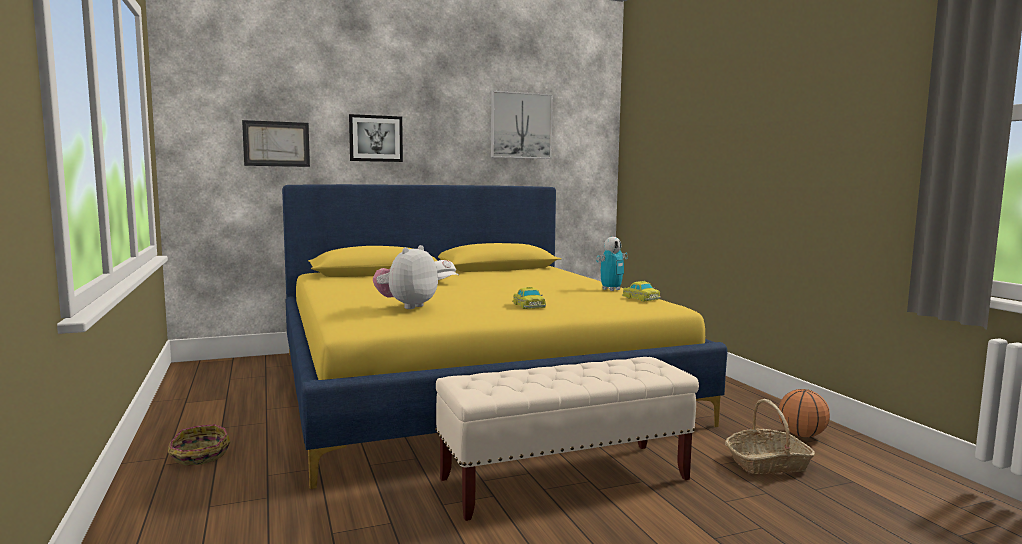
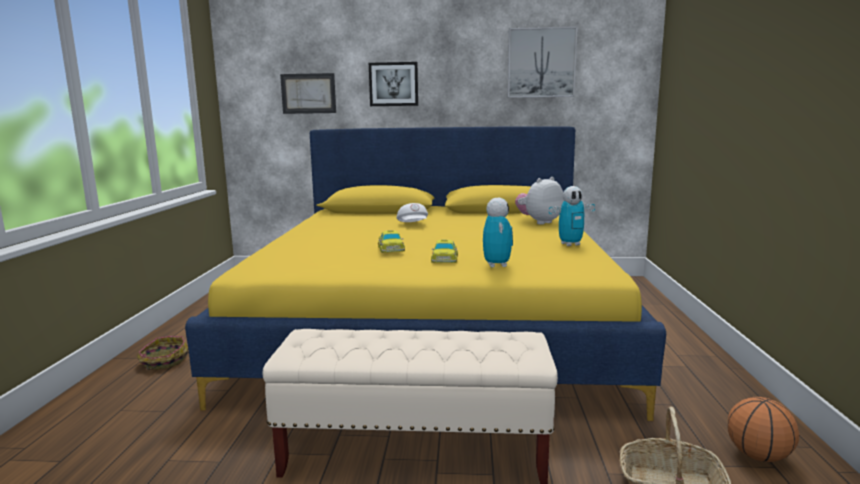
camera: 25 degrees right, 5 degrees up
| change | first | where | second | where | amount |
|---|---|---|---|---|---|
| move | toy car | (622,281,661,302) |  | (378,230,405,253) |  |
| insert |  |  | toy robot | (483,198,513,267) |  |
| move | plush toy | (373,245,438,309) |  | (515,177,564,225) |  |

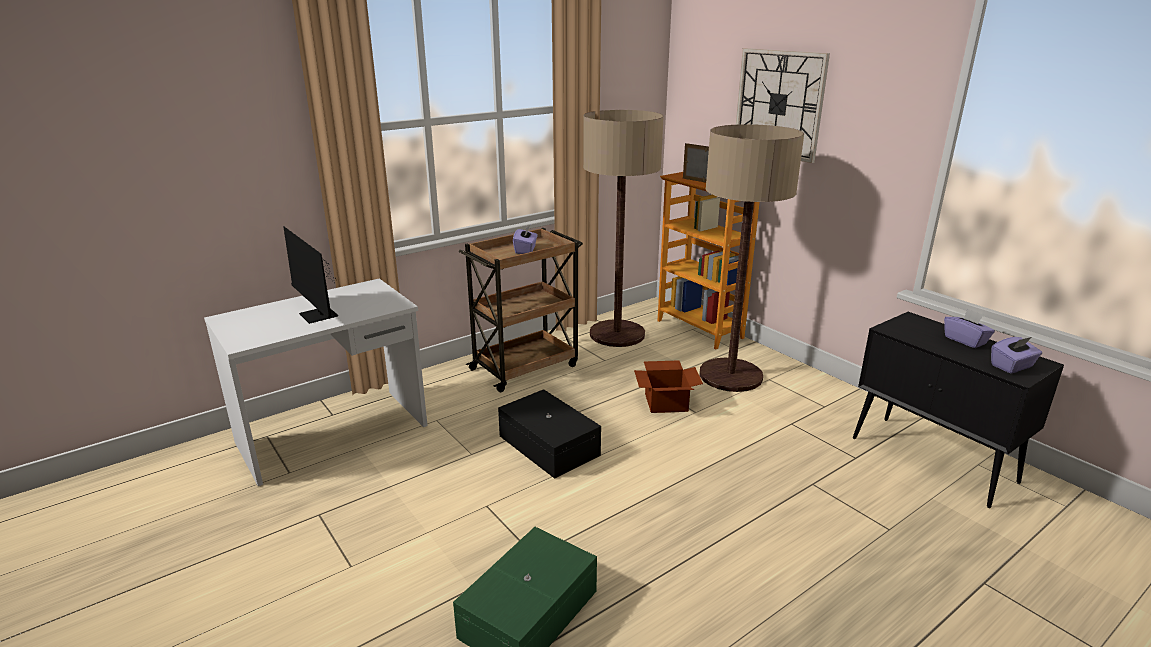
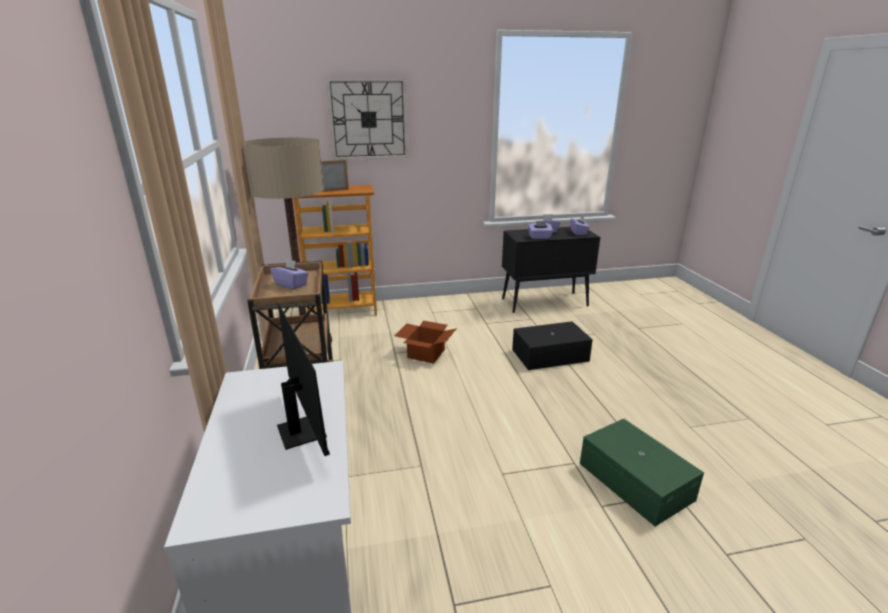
camera: 65 degrees left, 0 degrees up
| change | first | where | second | where | amount |
|---|---|---|---|---|---|
| rotate | monitor | (283,226,338,324) |  | (274,298,330,456) | 105 degrees counterclockwise |
| move | storage box (black) | (498,389,601,479) |  | (512,321,593,370) |  |
| insert |  |  | tissue box (purple) | (528,221,553,239) |  |
| delete | floor lamp | (700,124,804,392) |  |  |  |

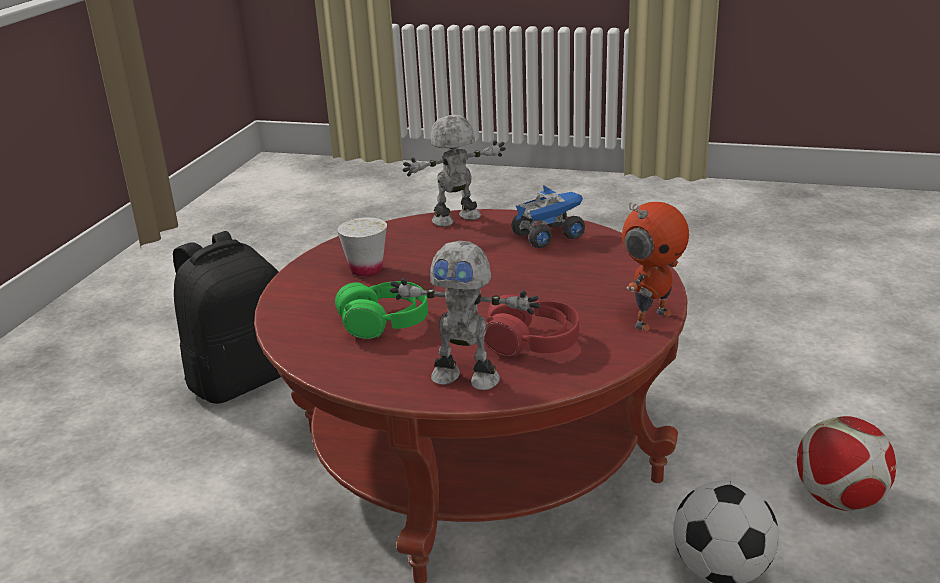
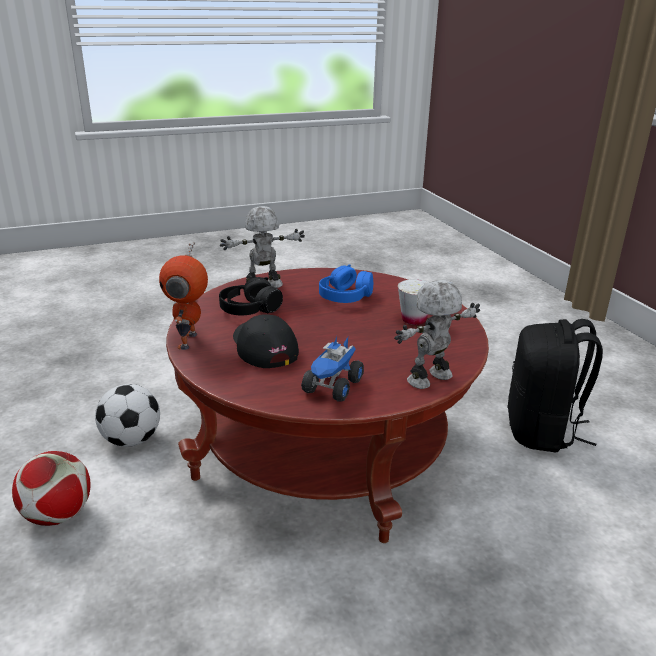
camera: 140 degrees right, 0 degrees up
| change | first | where | second | where | amount |
|---|---|---|---|---|---|
| recolor | headphones (red) | (484,295,579,357) | headphones (black) | (219,277,283,315) |  |
| insert |  |  | cap (black) | (233,314,299,368) |  |
| recolor | headphones (green) | (335,281,428,339) | headphones (blue) | (319,265,373,303) |  |
| rotate | toy robot | (403,115,506,227) |  | (394,280,480,389) | 150 degrees counterclockwise |

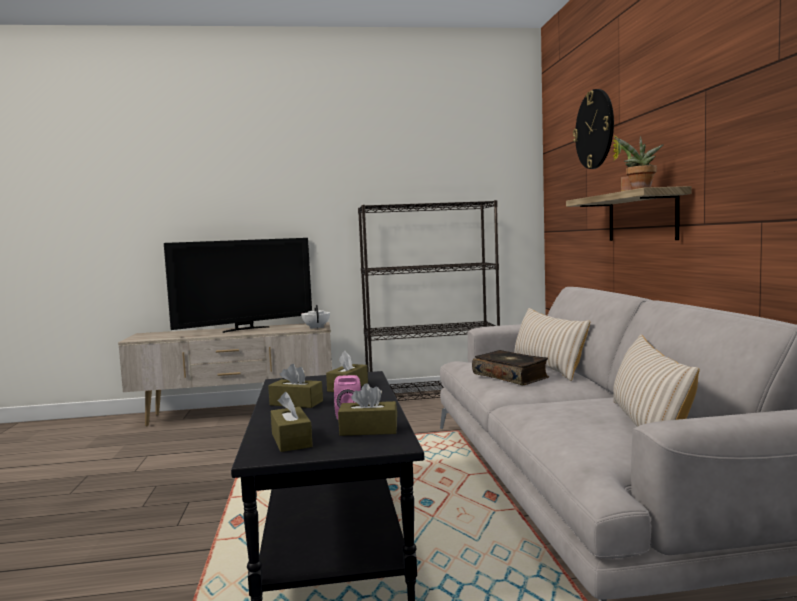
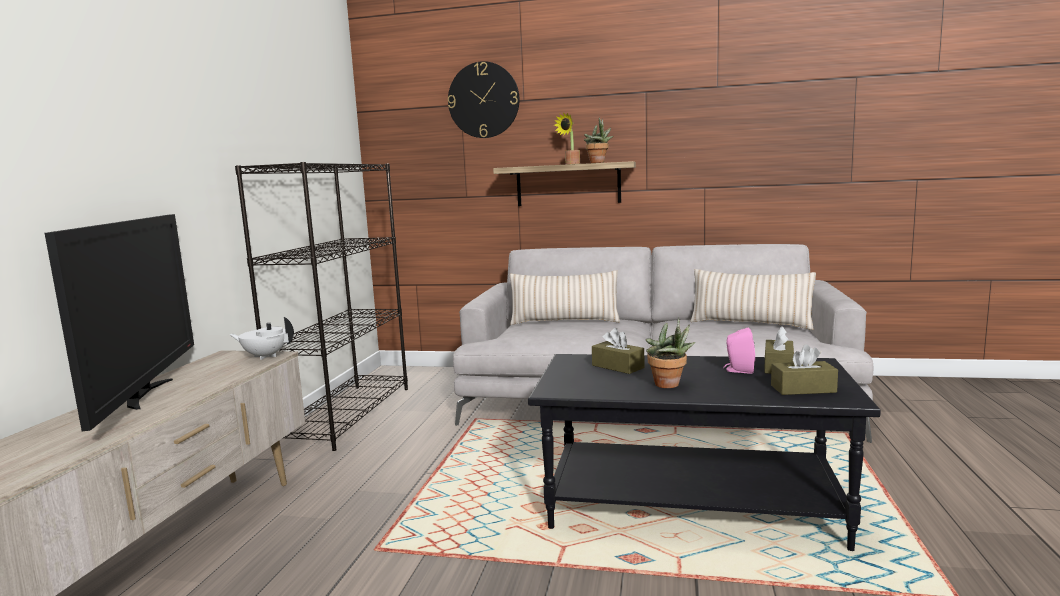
camera: 70 degrees left, 5 degrees up
| change | first | where | second | where | amount |
|---|---|---|---|---|---|
| replace | tissue box (brown) | (268,364,323,408) | potted plant | (646,318,695,388) |  |
| delete | book | (472,350,549,385) |  |  |  |

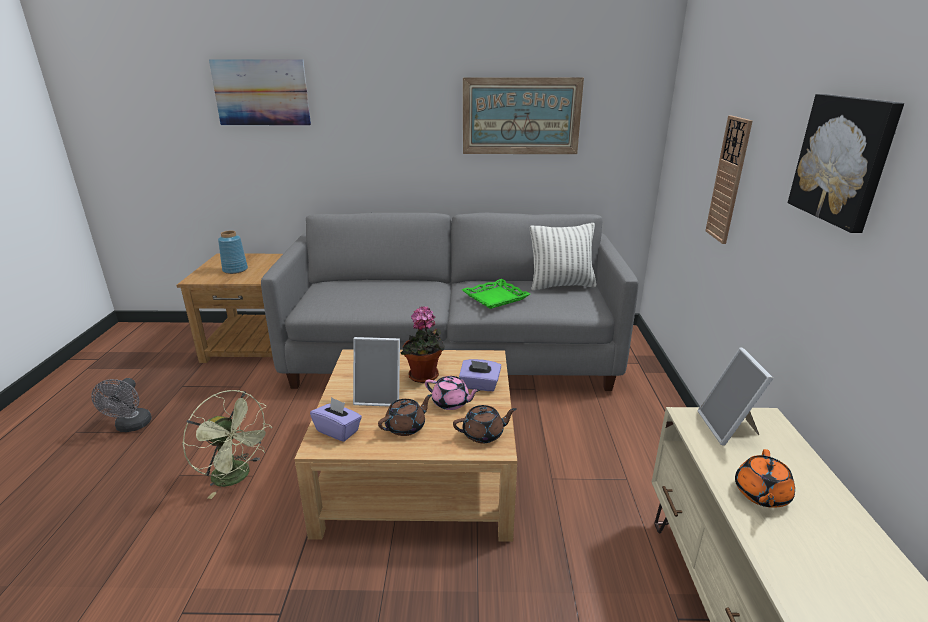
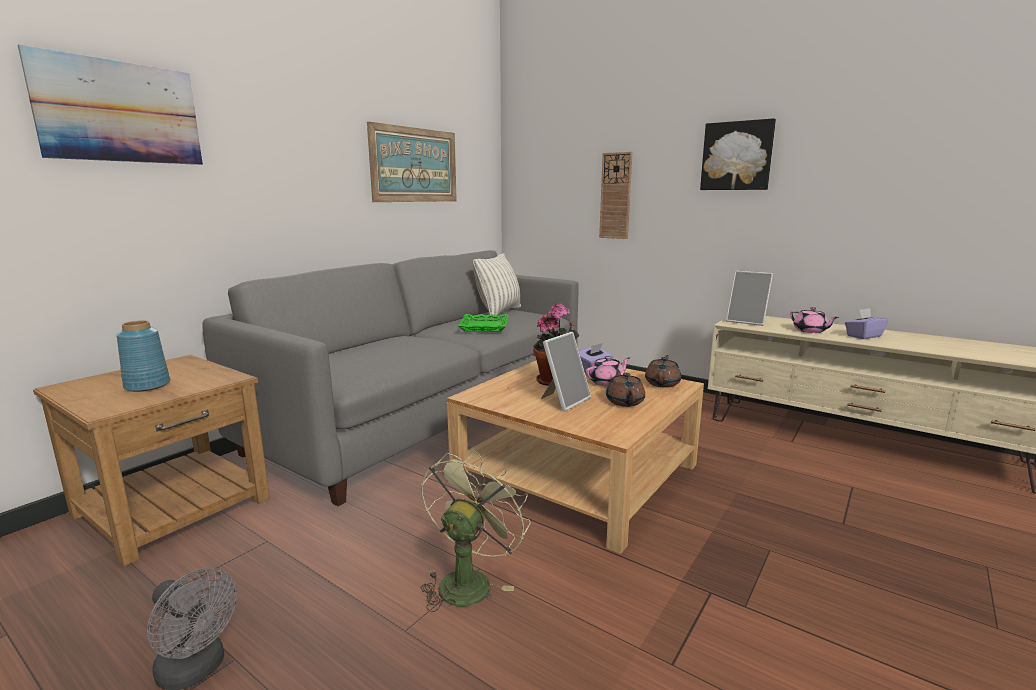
camera: 55 degrees left, 10 degrees down
| change | first | where | second | where | amount |
|---|---|---|---|---|---|
| rotate | fan (green) | (183,390,273,499) |  | (421,450,531,612) | 45 degrees counterclockwise |
| recolor | teapot (orange) | (735,449,795,508) | teapot (pink) | (790,307,839,333) |  |
| move | tissue box (purple) | (310,397,362,442) |  | (845,308,888,339) |  |

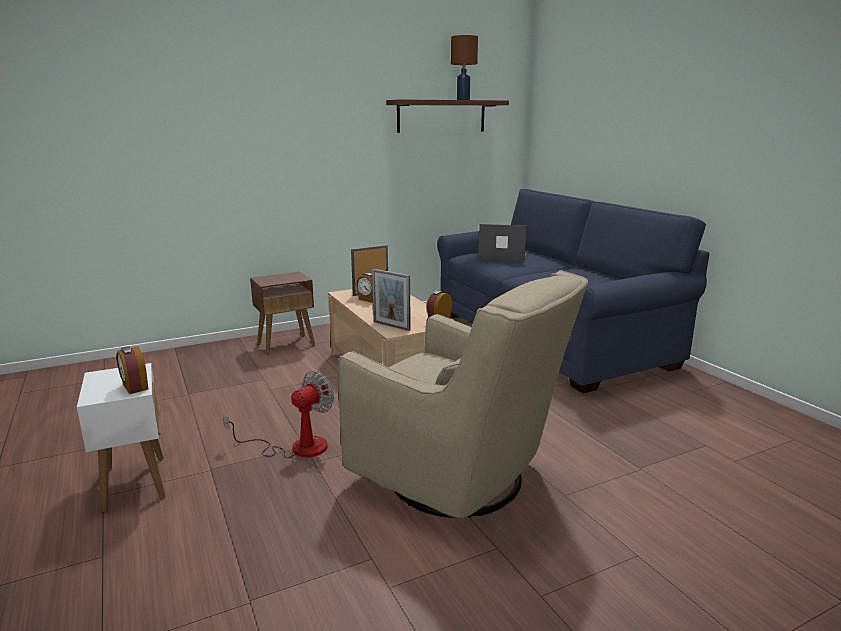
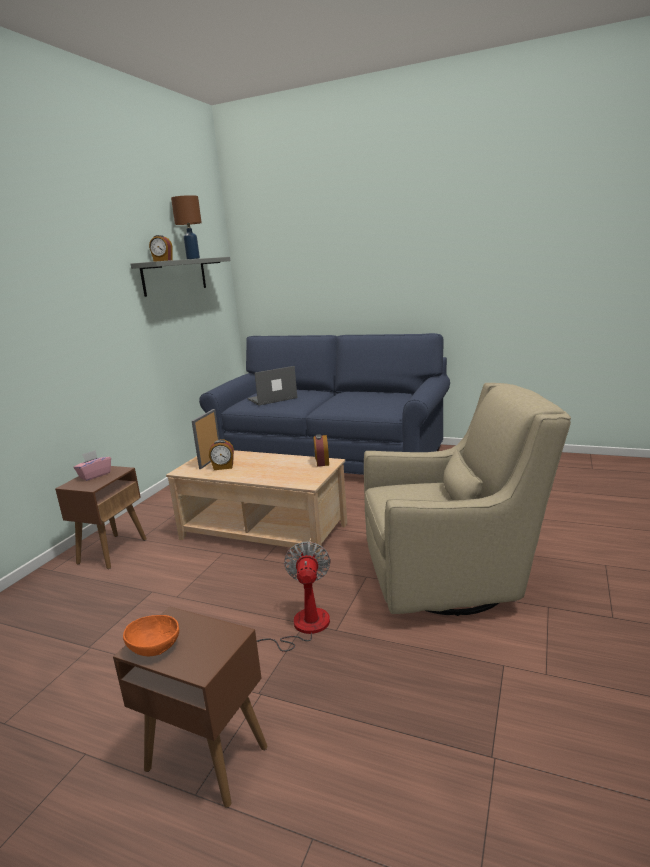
camera: 40 degrees left, 0 degrees up
| change | first | where | second | where | amount |
|---|---|---|---|---|---|
| insert |  |  | tissue box (pink) | (74,450,111,481) |  |
| recolor | side table (white) | (77,363,166,513) | side table (brown) | (113,607,268,808) |  |
| insert |  |  | bowl (orange) | (123,615,179,656) |  |
| recolor | shelf (brown) | (386,99,509,133) | shelf (grey) | (131,257,230,297) |  |
| move | alarm clock | (116,346,149,394) |  | (149,235,172,262) |  |
| delete | picture frame | (372,269,411,331) |  |  |  |

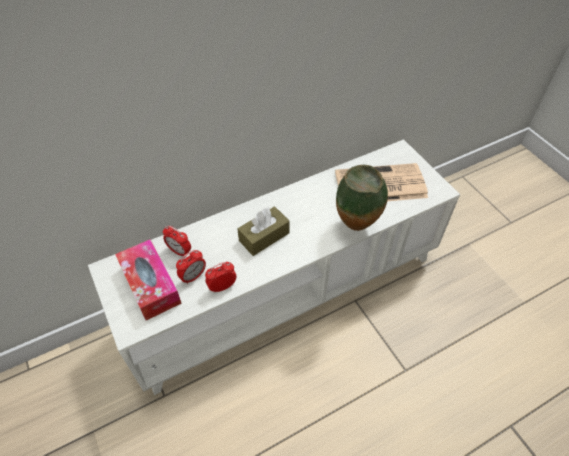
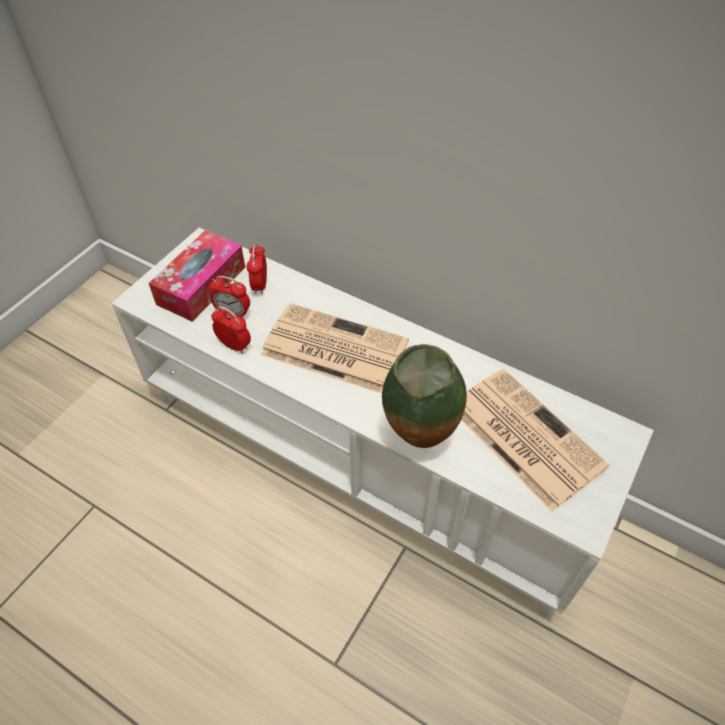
camera: 60 degrees right, 0 degrees up
| change | first | where | second | where | amount |
|---|---|---|---|---|---|
| replace | tissue box (brown) | (238,206,290,256) | newspaper | (261,303,409,393) |  |

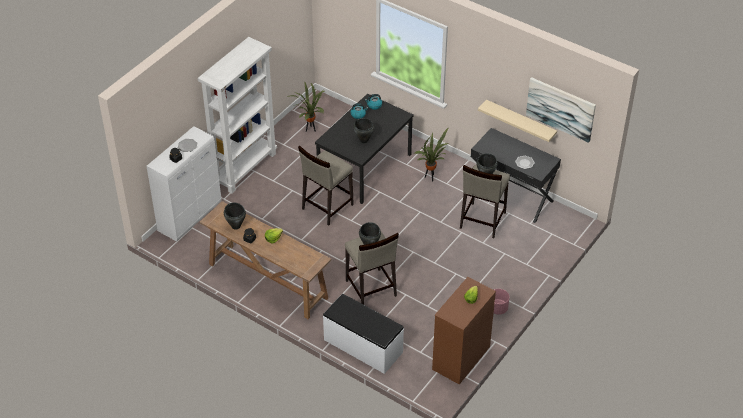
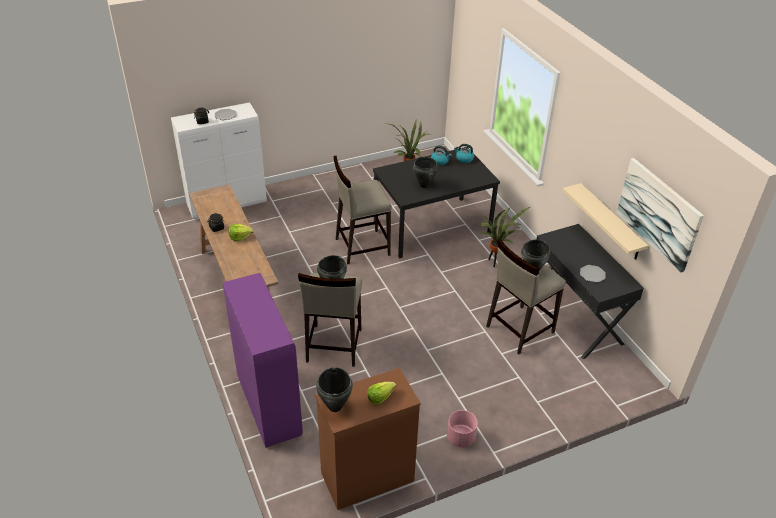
camera: 30 degrees right, 5 degrees down
| change | first | where | second | where | amount |
|---|---|---|---|---|---|
| replace | bench (white) | (323,294,404,374) | cabinet (purple) | (223,273,303,448) |  |
| move | cooking pot (black) | (224,203,246,230) |  | (316,367,353,412) |  |
| delete | bookcase (white) | (198,37,277,194) |  |  |  |

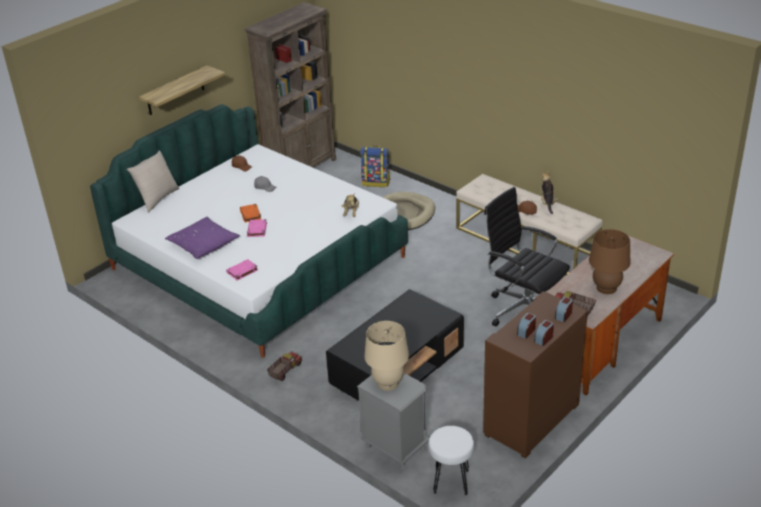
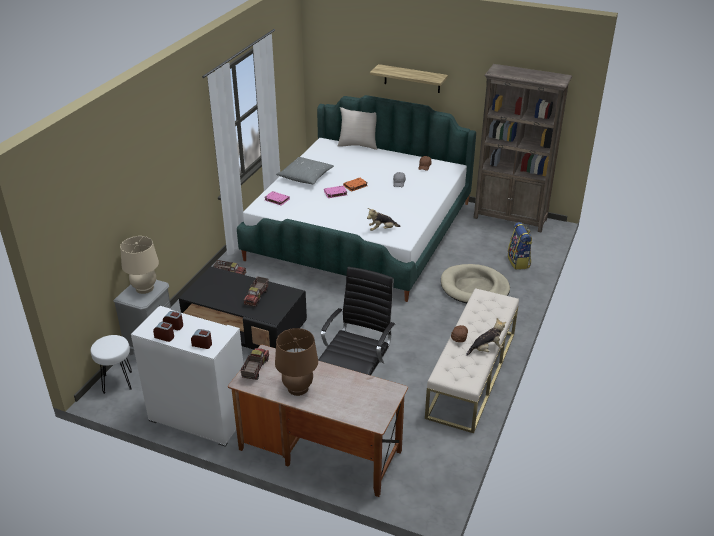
camera: 70 degrees right, 0 degrees up
| change | first | where | second | where | amount |
|---|---|---|---|---|---|
| recolor | cabinet (brown) | (483,291,588,458) | cabinet (white) | (131,306,243,447) |  |
| insert |  |  | toy truck | (244,276,268,307) |  |
| recolor | pillow (purple) | (165,217,240,259) | pillow (grey) | (276,157,334,184) |  |

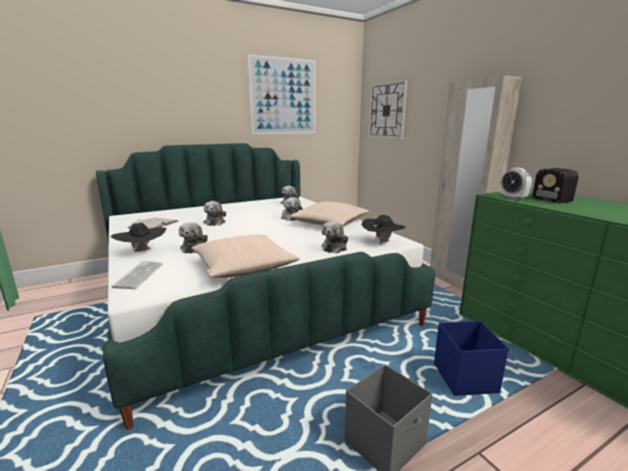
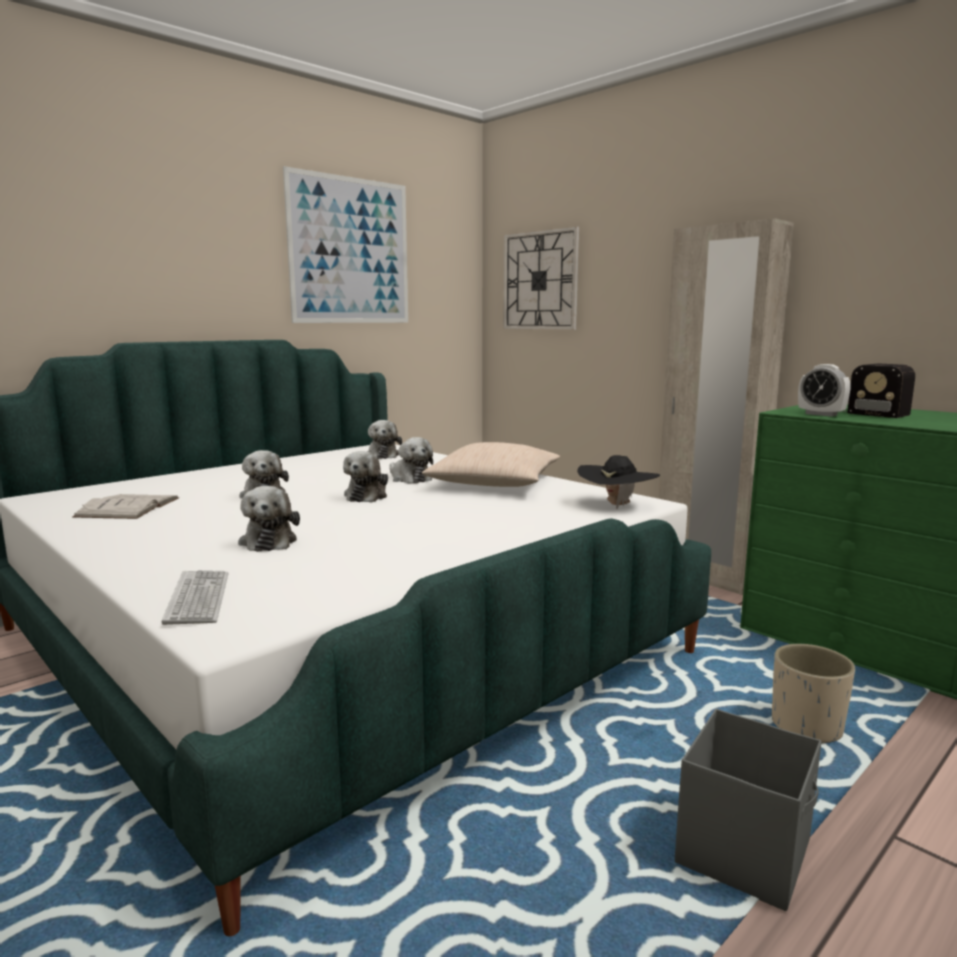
camera: 15 degrees left, 5 degrees down
| change | first | where | second | where | amount |
|---|---|---|---|---|---|
| move | plush toy | (322,221,348,253) |  | (343,451,388,503) |  |
| replace | storage box (blue) | (434,321,509,396) | planter (beige) | (772,644,855,744) |  |
| delete | hat (black) | (111,223,166,252) |  |  |  |
| delete | pillow (beige) | (191,234,300,278) |  |  |  |

